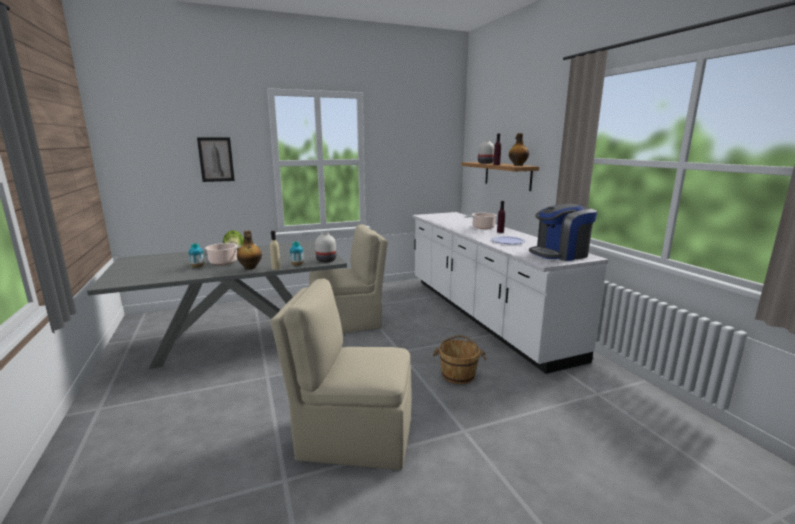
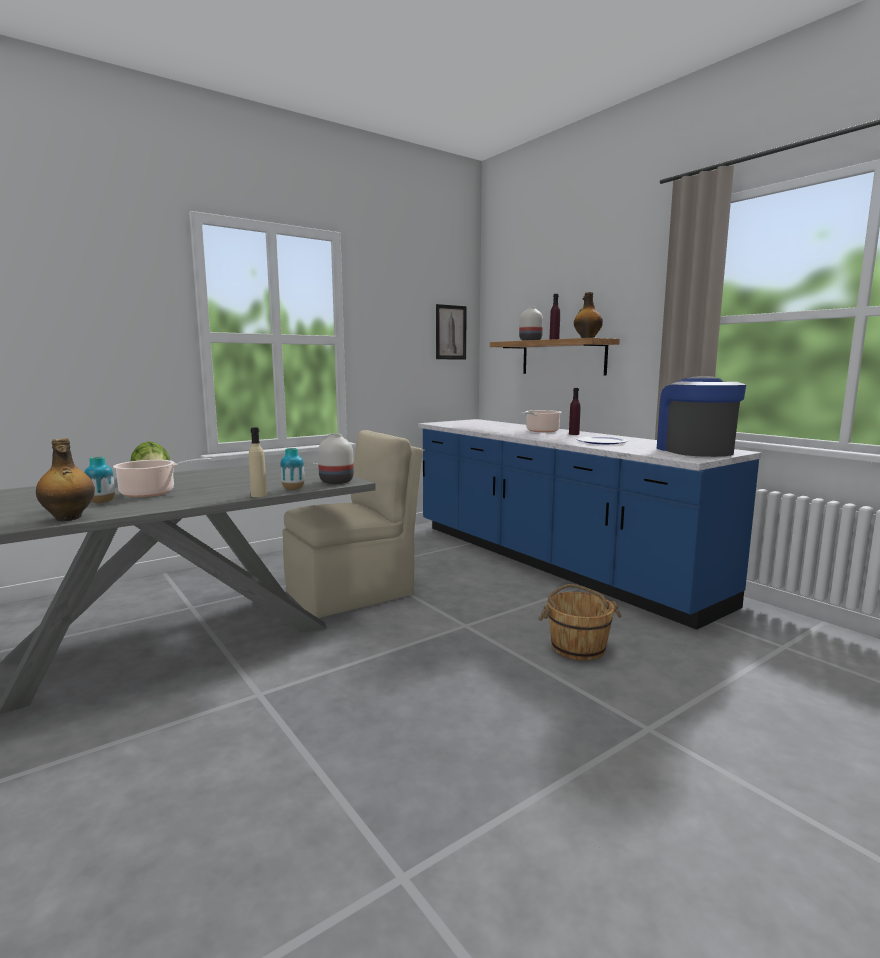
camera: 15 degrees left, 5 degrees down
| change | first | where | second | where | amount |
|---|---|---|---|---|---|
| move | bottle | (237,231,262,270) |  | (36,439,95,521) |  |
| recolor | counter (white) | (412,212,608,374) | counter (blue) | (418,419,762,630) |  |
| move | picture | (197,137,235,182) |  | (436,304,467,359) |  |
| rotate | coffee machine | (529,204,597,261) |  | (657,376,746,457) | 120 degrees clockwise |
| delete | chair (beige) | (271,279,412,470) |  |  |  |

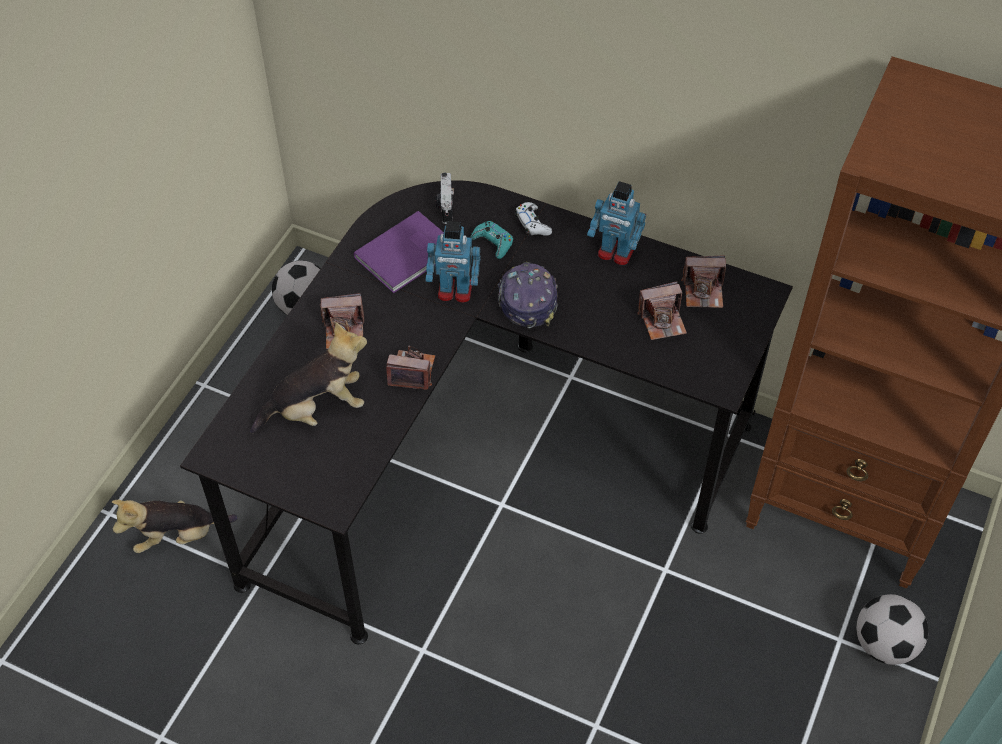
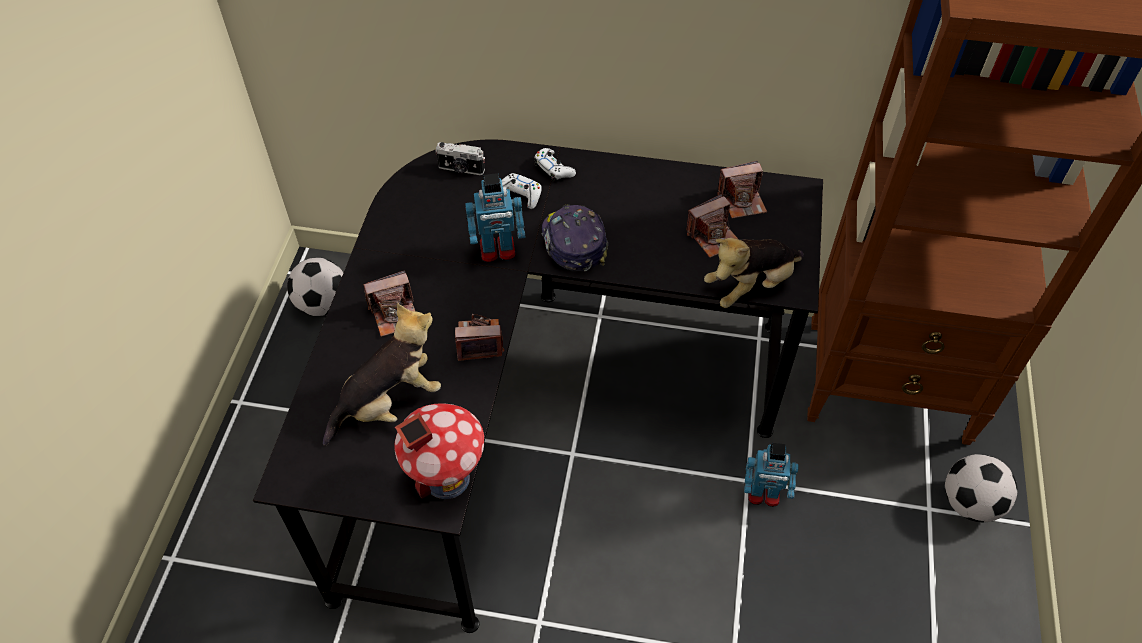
camera: 15 degrees left, 0 degrees up
| change | first | where | second | where | amount |
|---|---|---|---|---|---|
| insert |  |  | toy house | (394,403,484,499) |  |
| rotate | photo camera | (436,173,454,224) |  | (435,142,485,175) | 60 degrees counterclockwise |
| recolor | game controller (turquoise) | (471,221,513,259) | game controller (white) | (502,173,541,209) |  |
| move | plush toy | (112,499,238,553) |  | (704,238,804,308) |  |
| move | toy robot | (587,181,646,265) |  | (744,443,799,507) |  |
| delete | book (purple) | (353,211,444,293) |  |  |  |

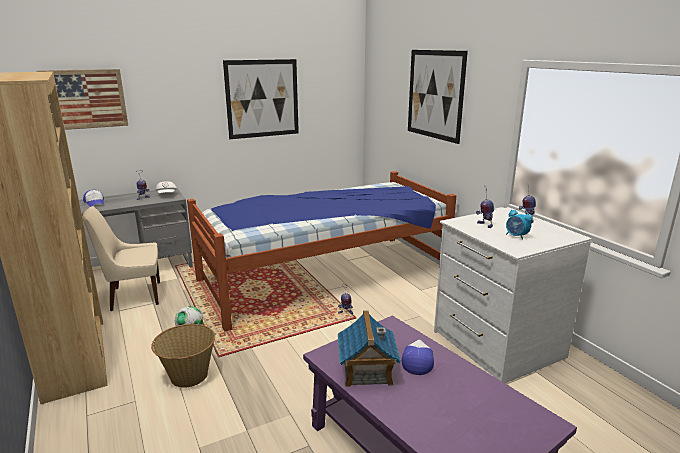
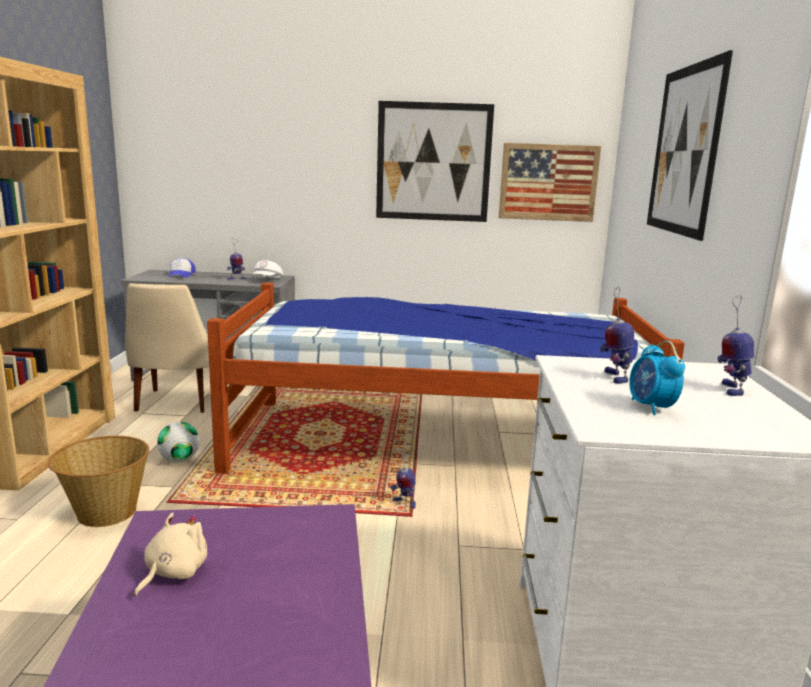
camera: 30 degrees right, 5 degrees down
| change | first | where | second | where | amount |
|---|---|---|---|---|---|
| rotate | chair (beige) | (82,206,160,311) |  | (125,283,209,413) | 105 degrees counterclockwise |
| replace | toy house | (338,310,401,387) | plush toy (beige) | (134,512,207,597) |  |
| move | picture | (36,69,128,130) |  | (499,143,601,222) |  |
| delete | cap | (401,339,434,375) |  |  |  |

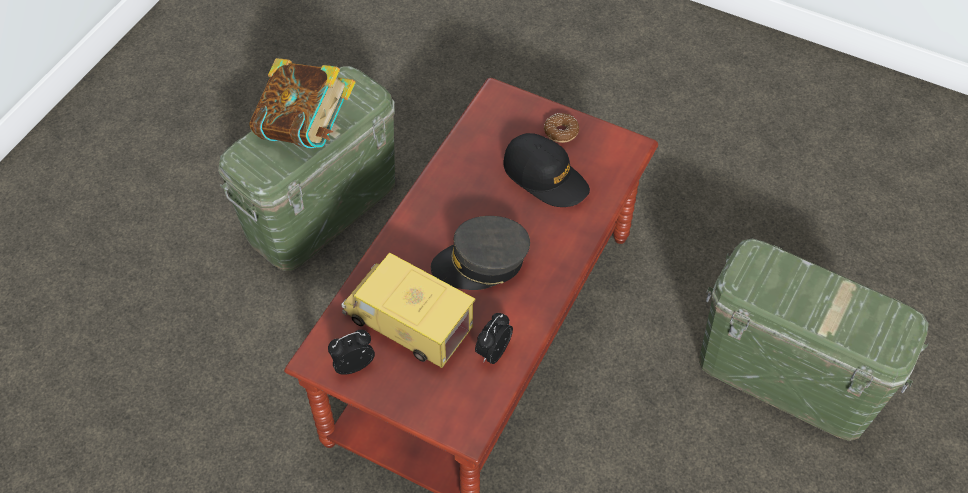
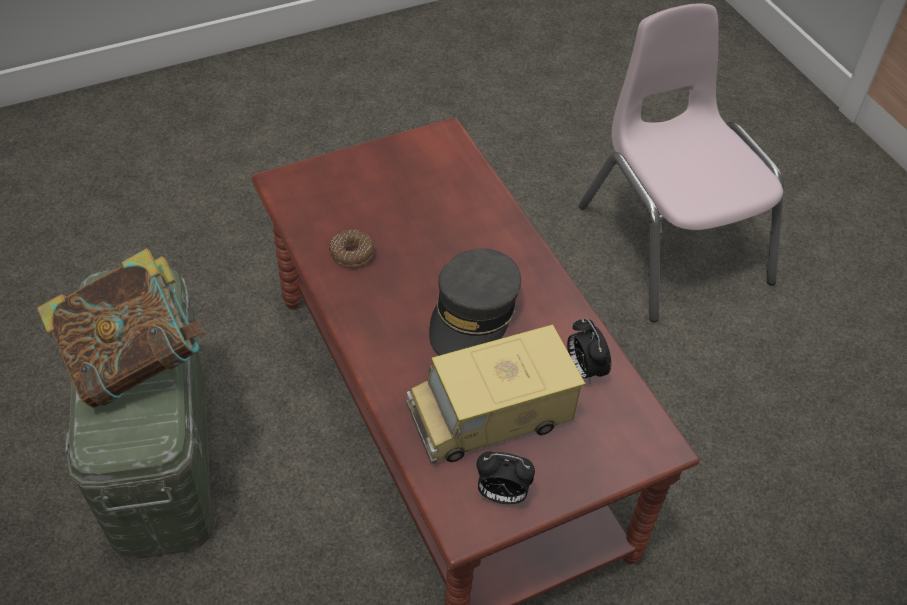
camera: 55 degrees left, 5 degrees down
| change | first | where | second | where | amount |
|---|---|---|---|---|---|
| move | donut | (544,113,579,143) |  | (329,229,374,267) |  |
| rotate | alarm clock | (328,330,375,375) |  | (476,451,535,504) | 90 degrees counterclockwise |
| replace | storage box (green) | (699,238,929,441) | chair (pink) | (579,3,784,322) |  |
| delete | cap (black) | (503,133,590,207) |  |  |  |

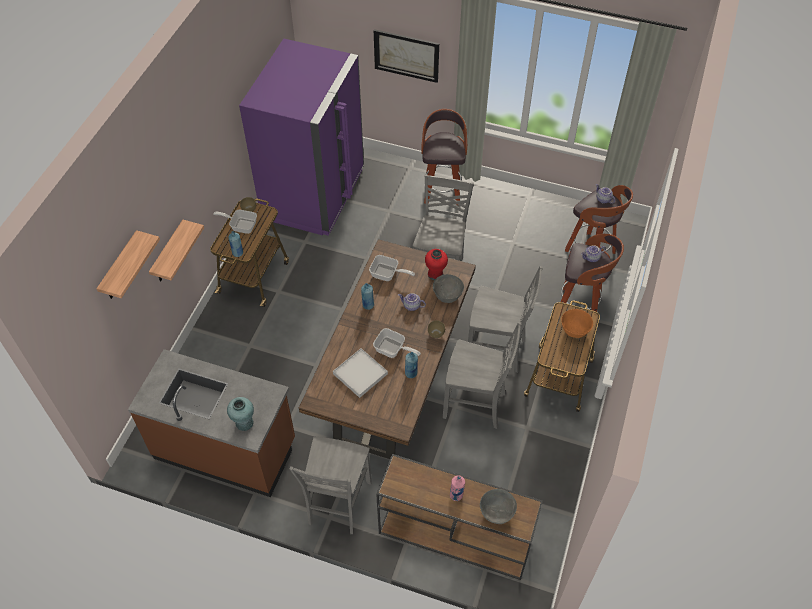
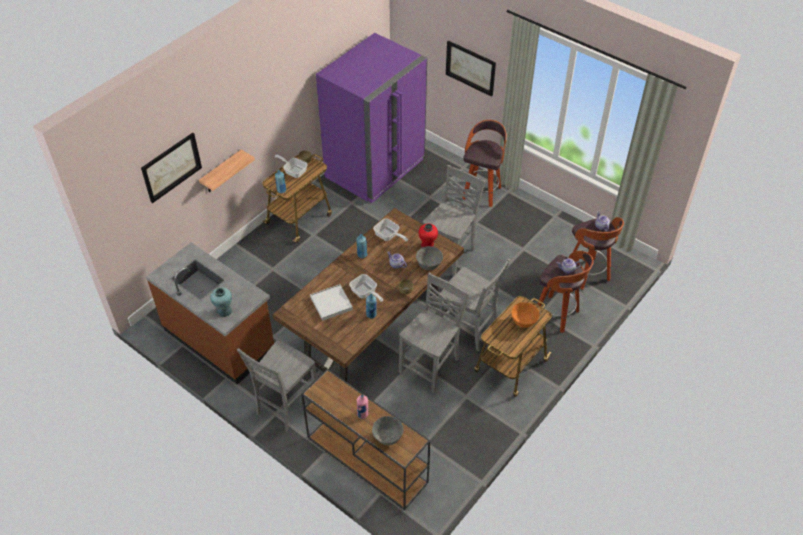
camera: 20 degrees right, 5 degrees down
| change | first | where | second | where | amount |
|---|---|---|---|---|---|
| replace | shelf | (97,230,160,299) | picture | (141,133,202,203) |  |
| rotate | chair (grey) | (443,322,521,429) |  | (399,273,469,393) | 90 degrees counterclockwise |

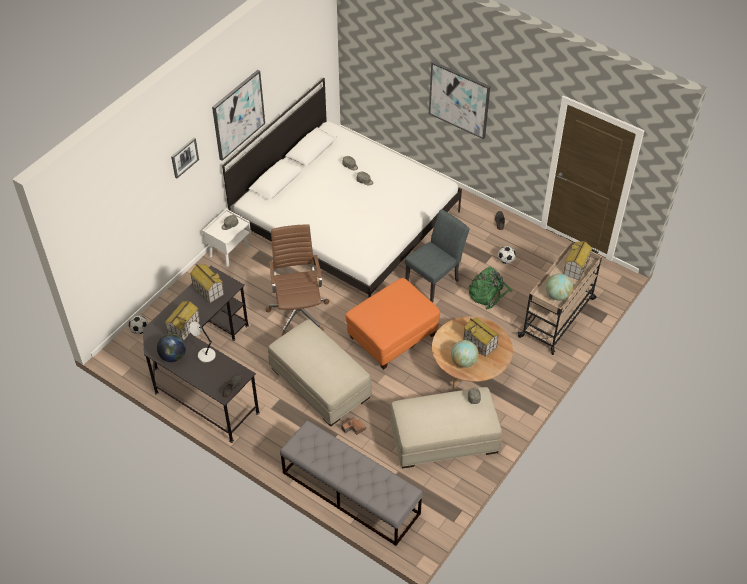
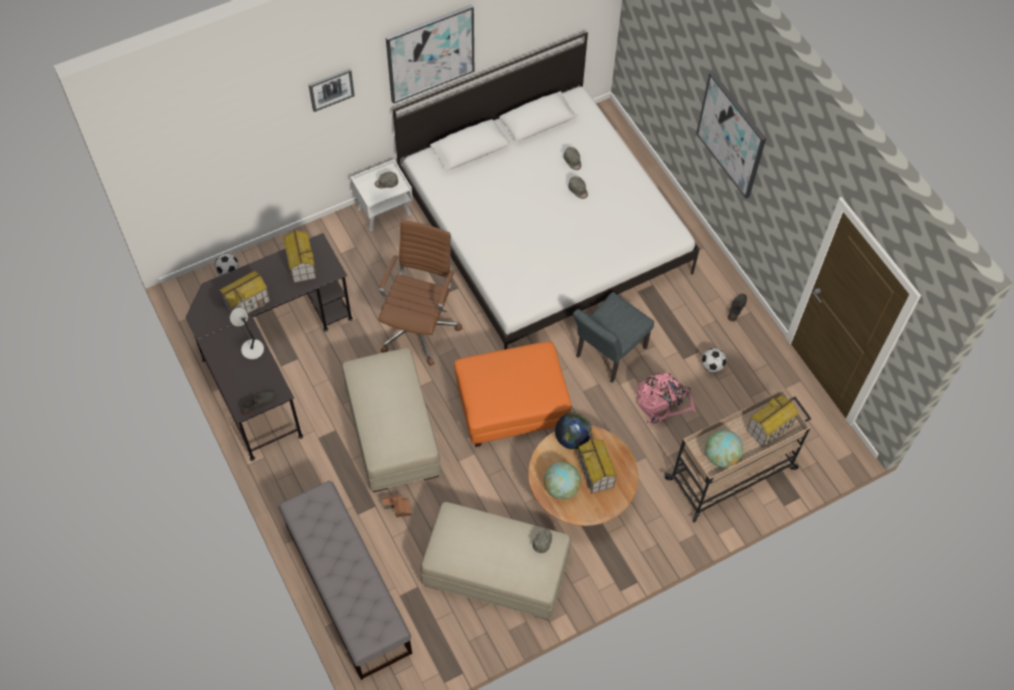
camera: 25 degrees right, 10 degrees up
| change | first | where | second | where | amount |
|---|---|---|---|---|---|
| move | globe | (157,334,186,362) |  | (555,413,592,449) |  |
| rotate | chair (grey) | (405,209,470,303) |  | (573,292,654,383) | 150 degrees clockwise |
| recolor | backpack (green) | (469,267,512,310) | backpack (pink) | (637,373,696,424) |  |

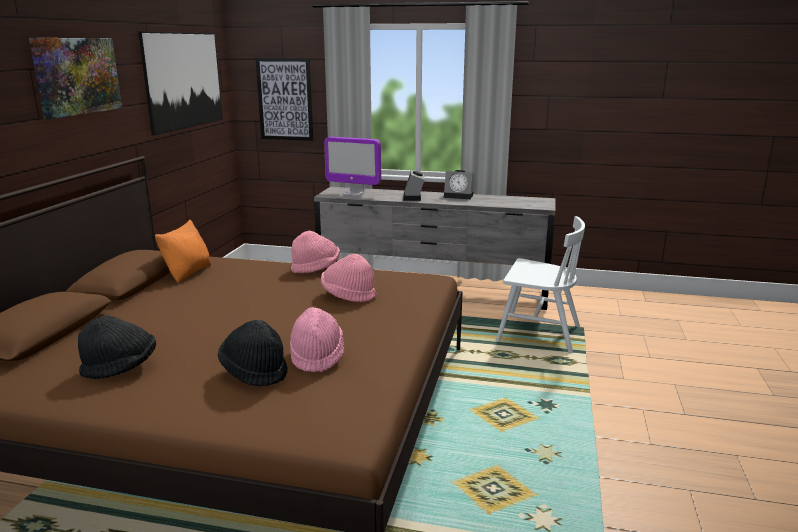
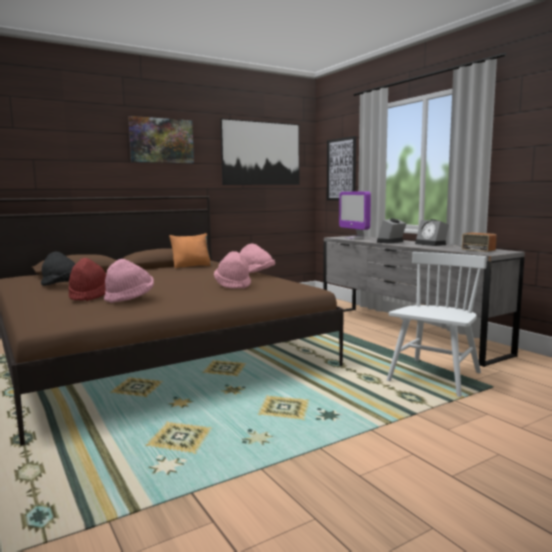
camera: 45 degrees right, 10 degrees down
| change | first | where | second | where | amount |
|---|---|---|---|---|---|
| recolor | hat (black) | (218,320,288,387) | hat (red) | (69,258,106,301) |  |
| rotate | chair (white) | (496,216,585,353) |  | (387,252,487,397) | 120 degrees counterclockwise |
| insert |  |  | radio | (449,233,497,252) |  |

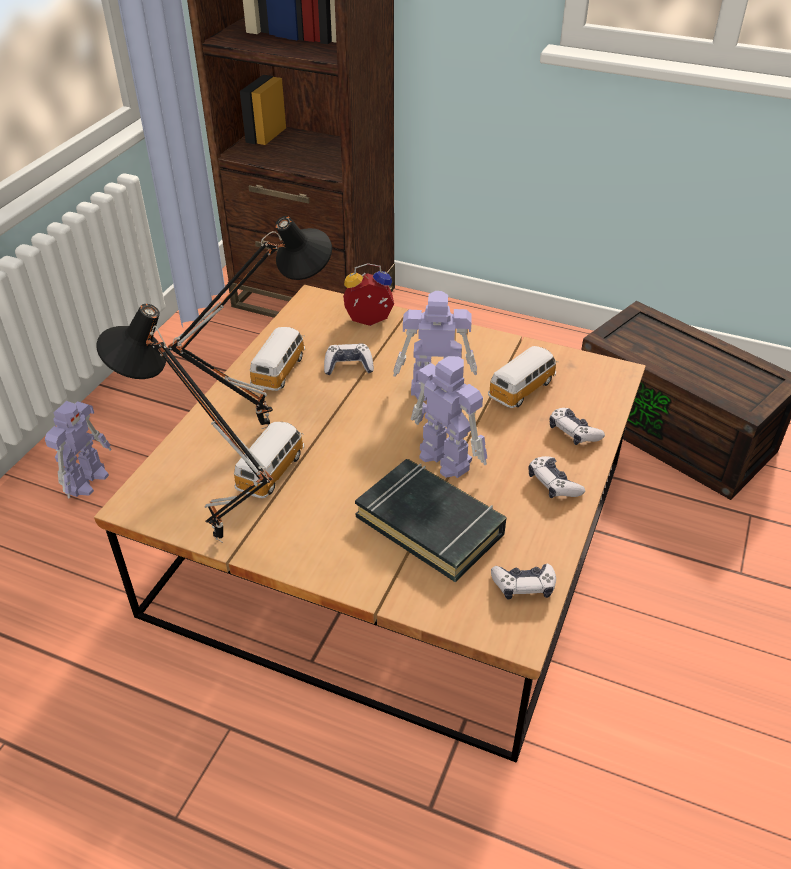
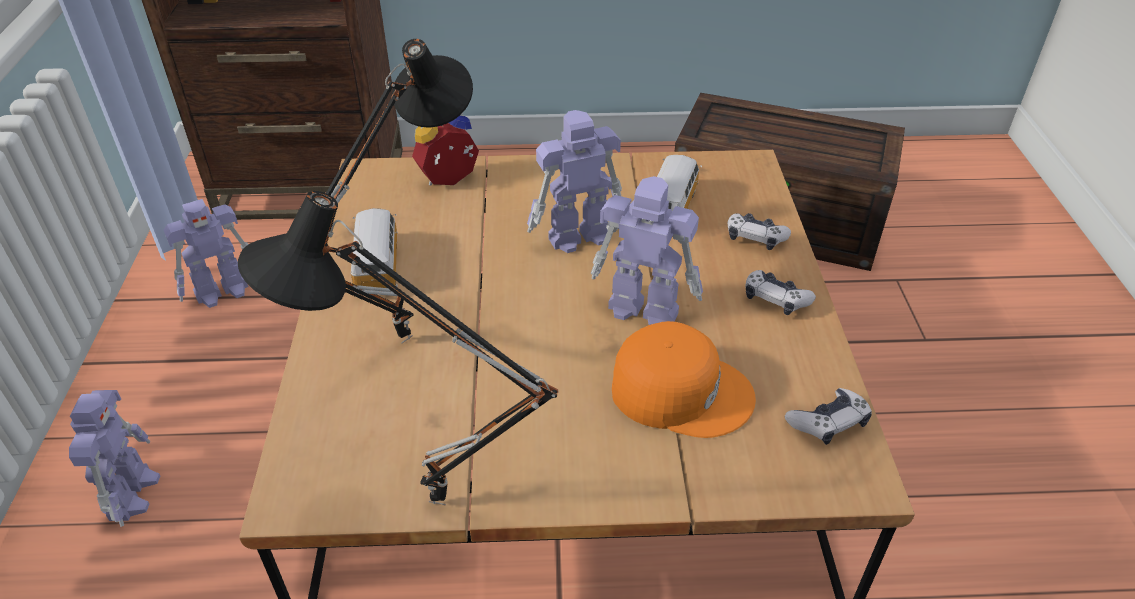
camera: 25 degrees left, 0 degrees up
| change | first | where | second | where | amount |
|---|---|---|---|---|---|
| insert |  |  | toy robot | (164,199,249,308) |  |
| replace | book (black) | (355,459,507,582) | cap (orange) | (612,321,756,438) |  |
| delete | toy car | (234,422,304,498) |  |  |  |
| delete | game controller | (324,344,374,375) |  |  |  |

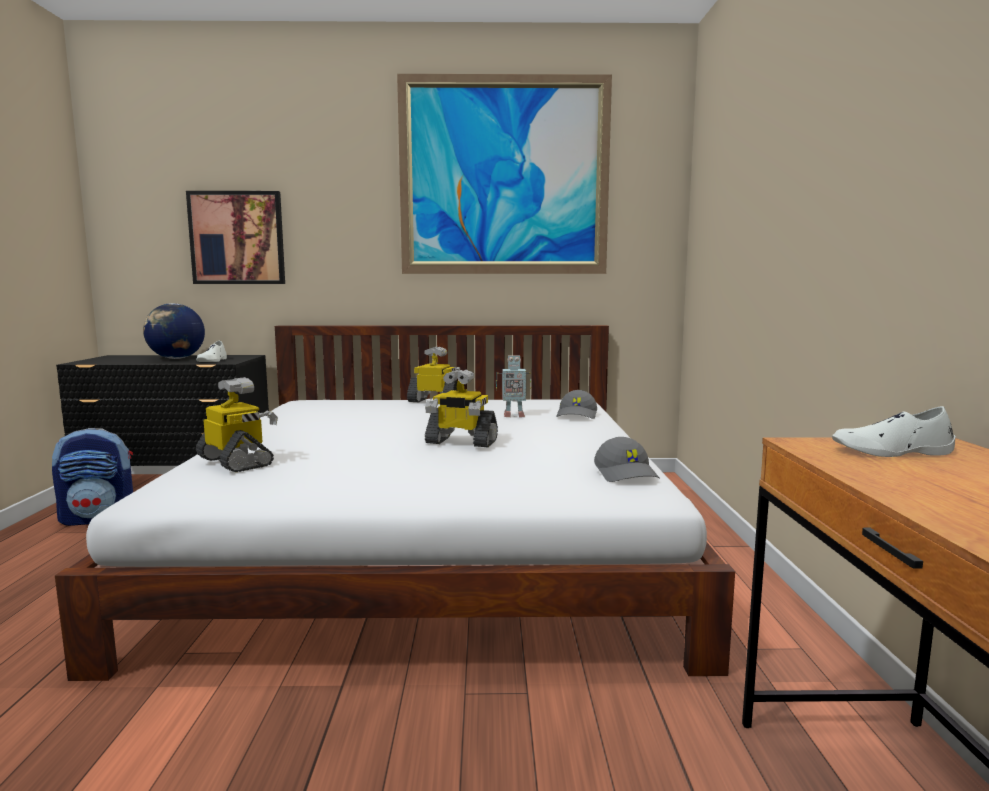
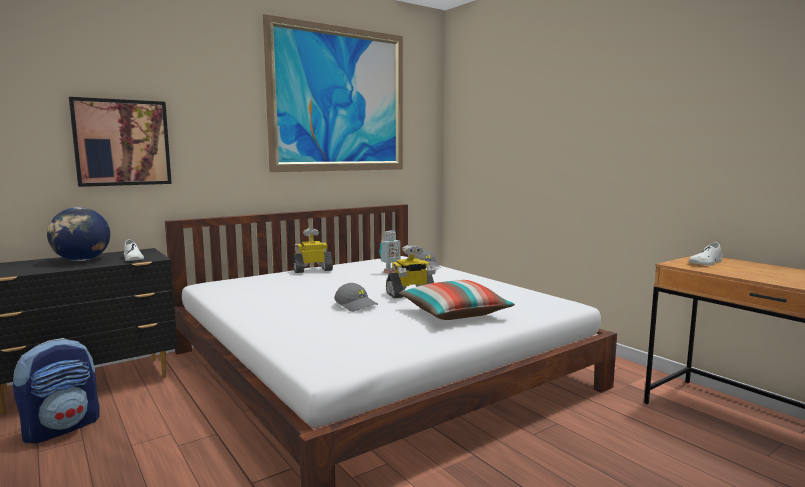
camera: 35 degrees left, 0 degrees up
| change | first | where | second | where | amount |
|---|---|---|---|---|---|
| move | cap (grey) | (594,437,660,482) |  | (334,283,378,312) |  |
| insert |  |  | pillow | (399,280,515,320) |  |
| delete | toy robot | (196,377,278,472) |  |  |  |

